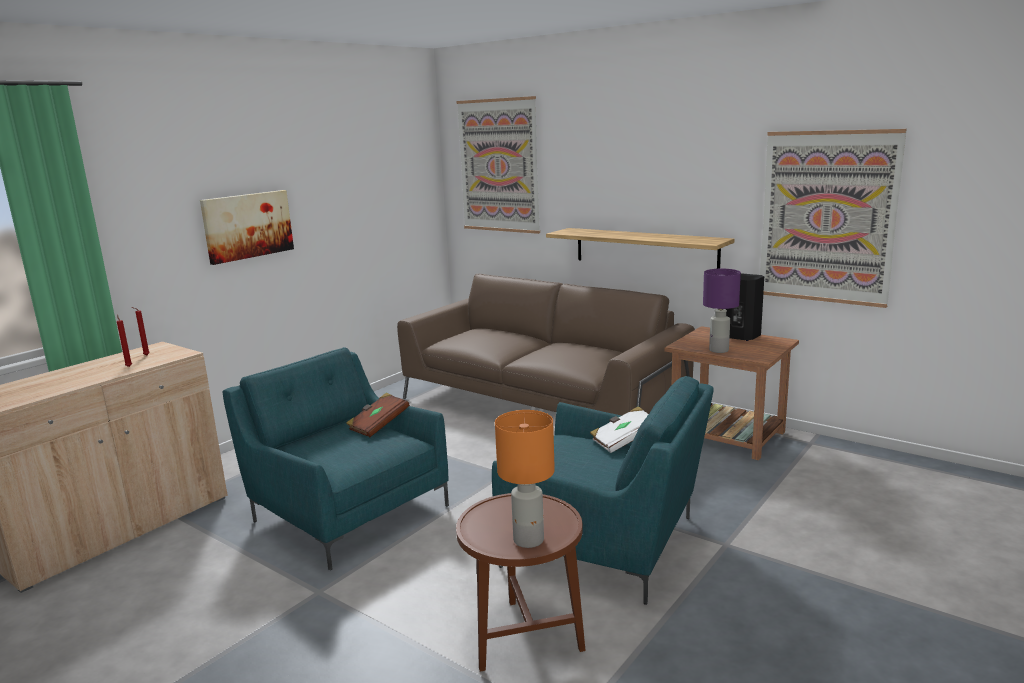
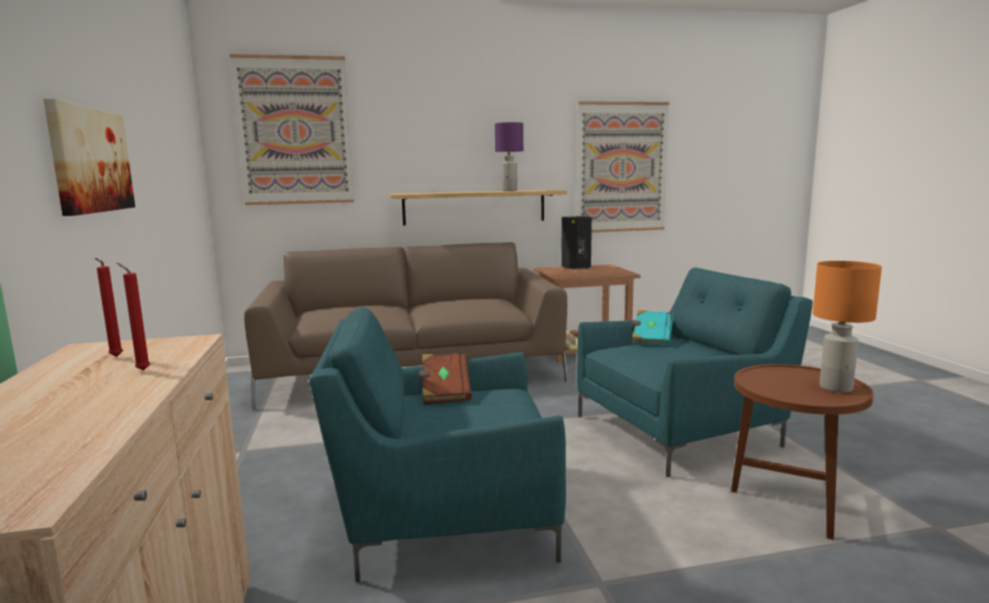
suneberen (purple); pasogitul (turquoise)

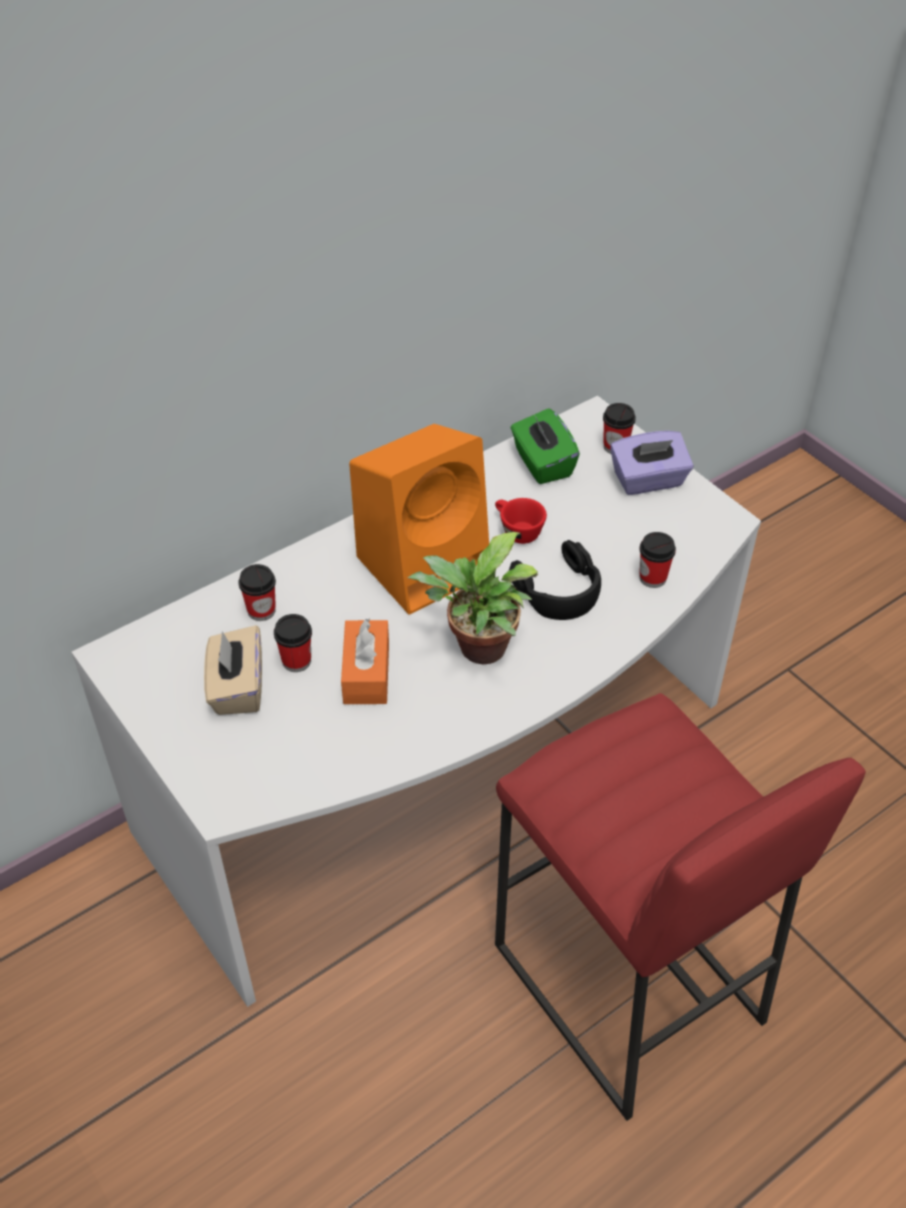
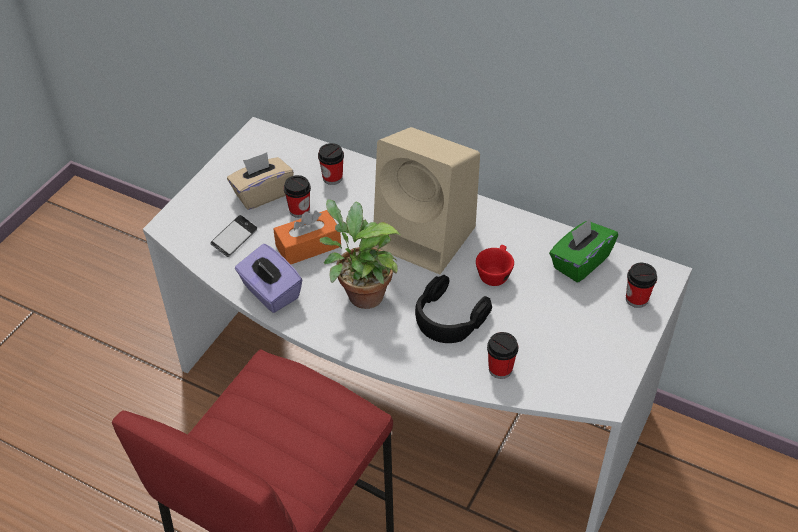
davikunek; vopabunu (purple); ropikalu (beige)

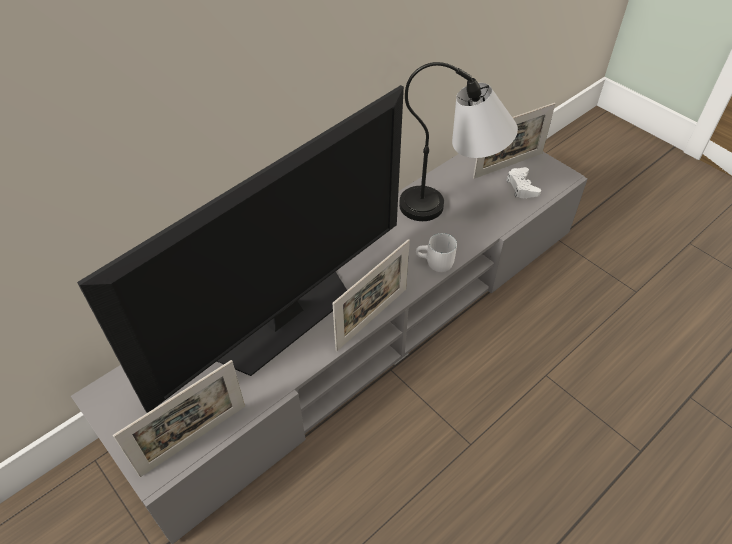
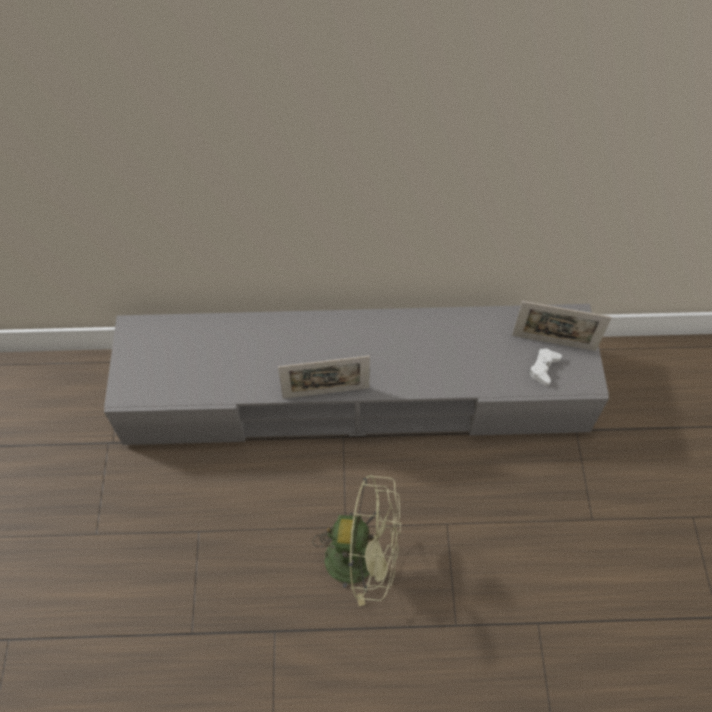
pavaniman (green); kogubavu; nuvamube (no. 1 from left in the first image); suneberen; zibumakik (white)

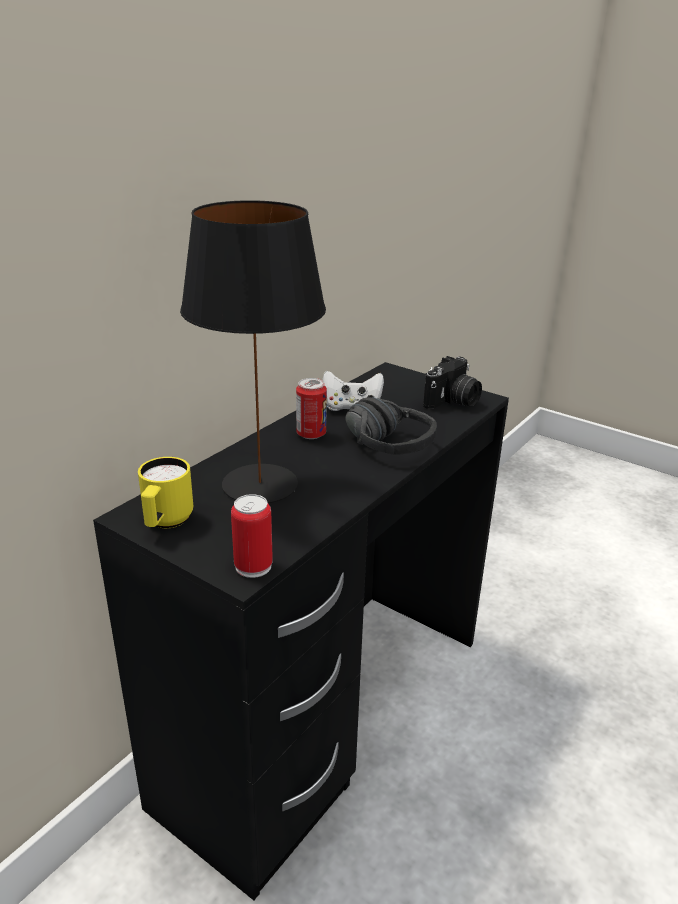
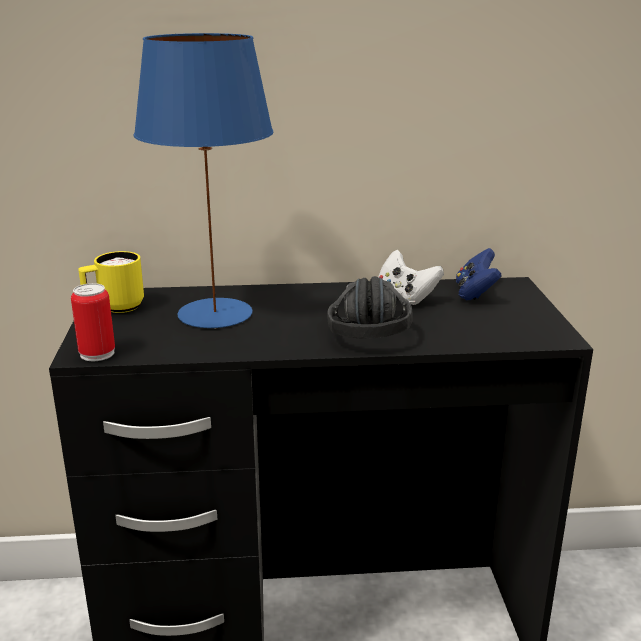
suneberen (blue); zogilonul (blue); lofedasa (no. 2 from left in the first image); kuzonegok

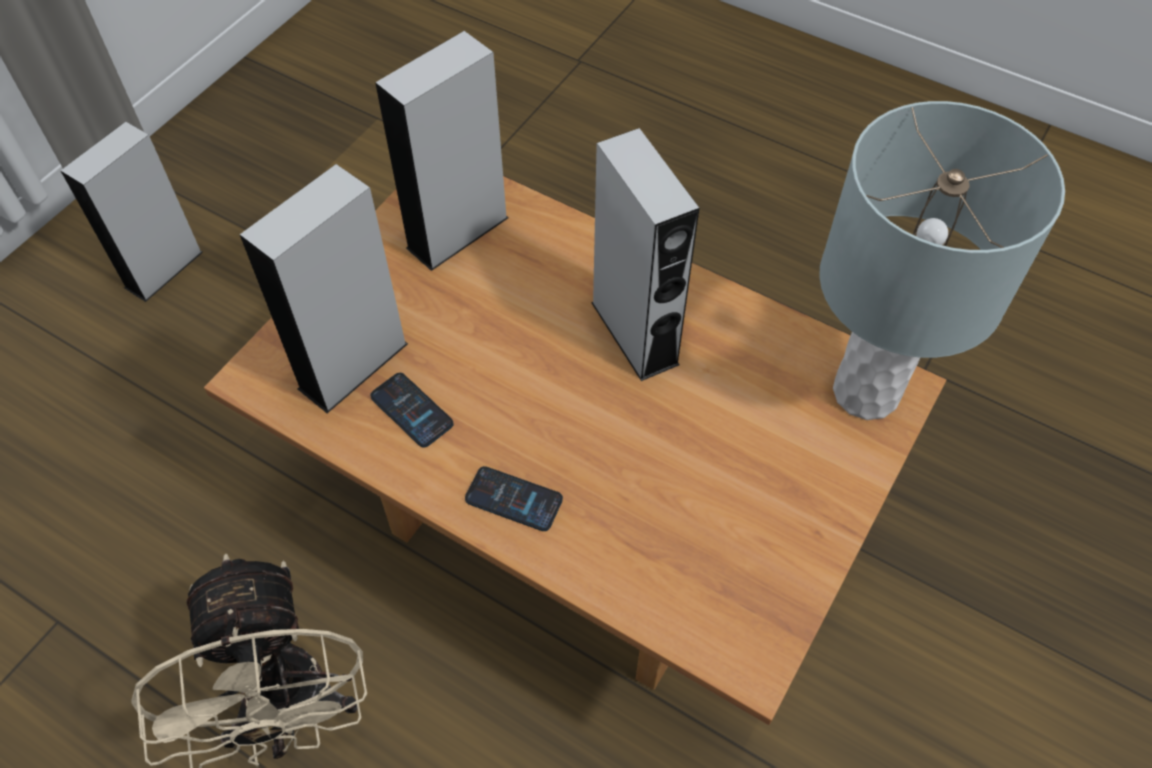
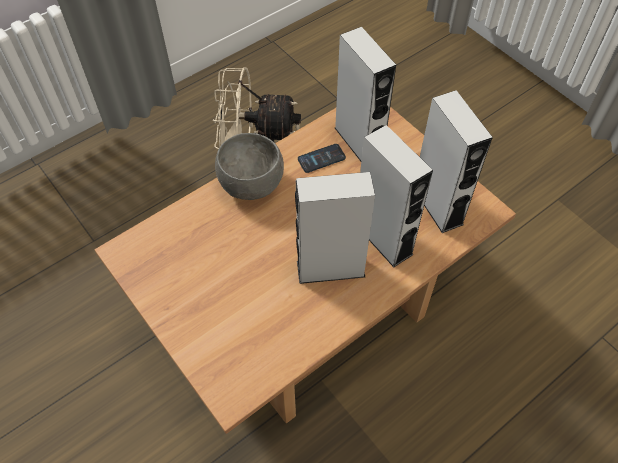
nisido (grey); ropikalu (grey) (no. 3 from left); suneberen (grey)

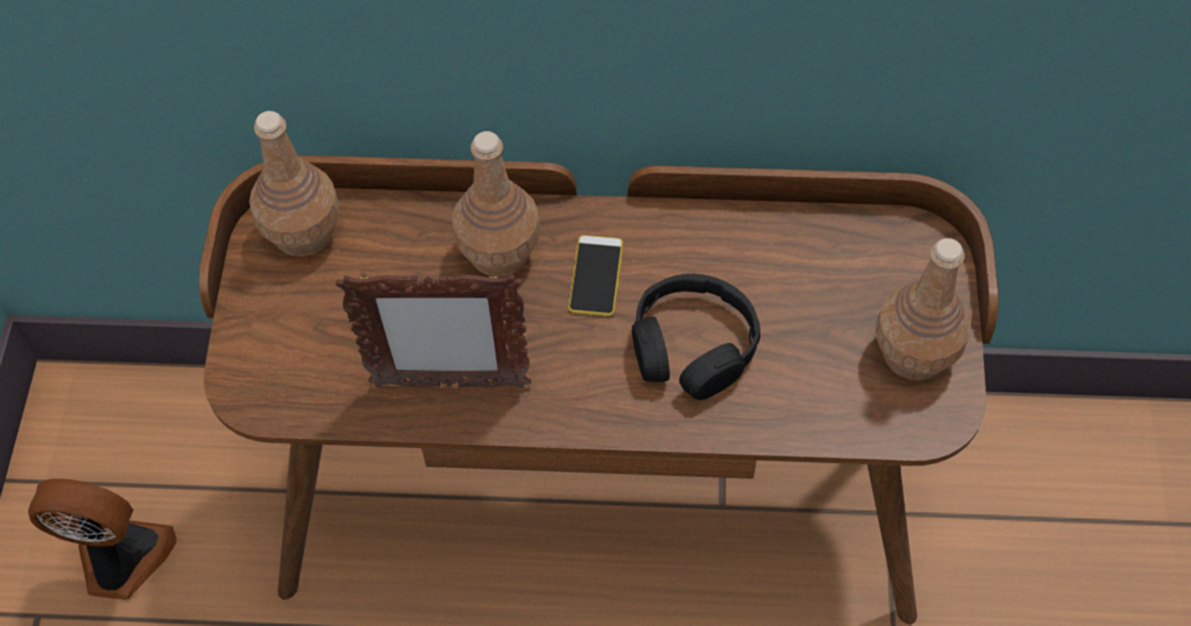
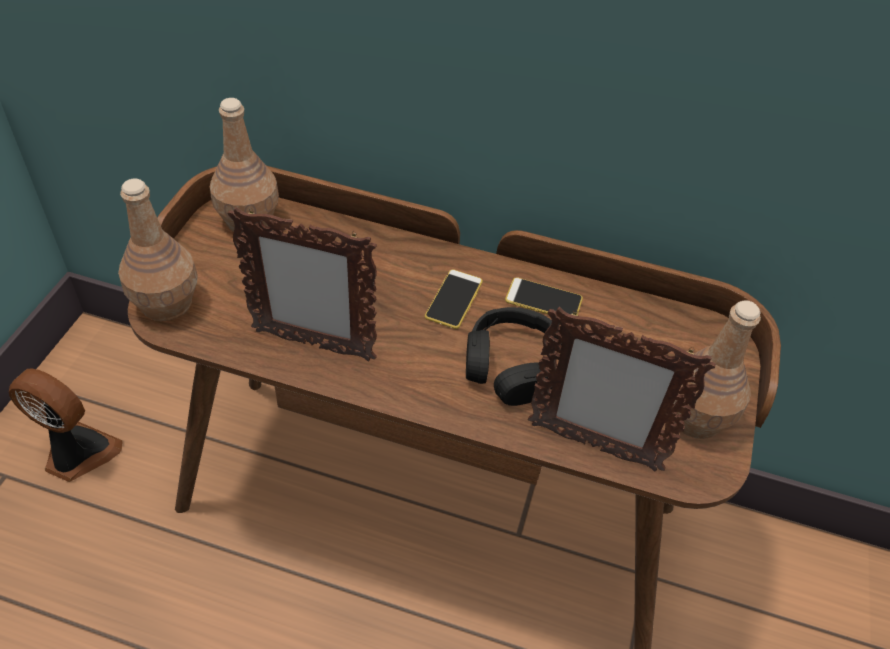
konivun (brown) (no. 1 from left); davikunek (no. 2 from left); nuvamube (no. 2 from left)

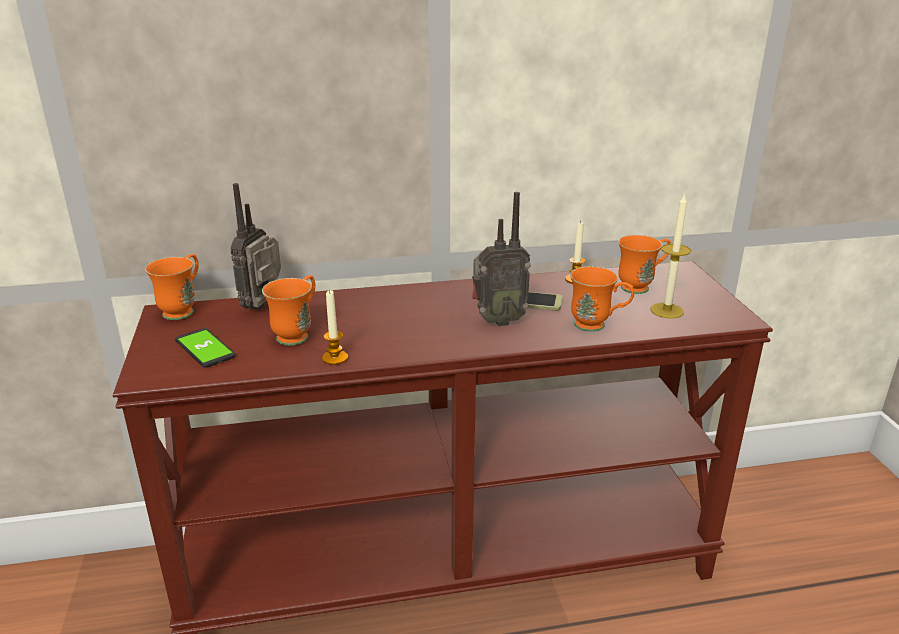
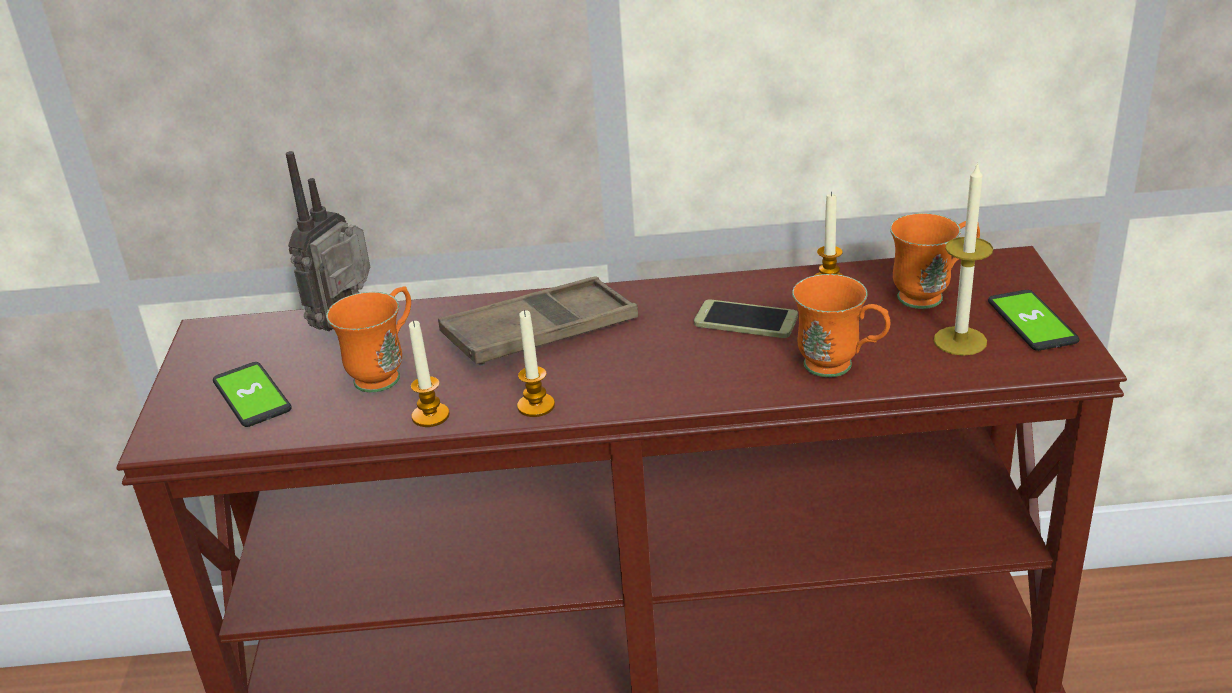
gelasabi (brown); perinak (no. 2 from left); davikunek (no. 3 from left); zibumakik (orange) (no. 1 from left in the first image); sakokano (no. 2 from left in the first image)

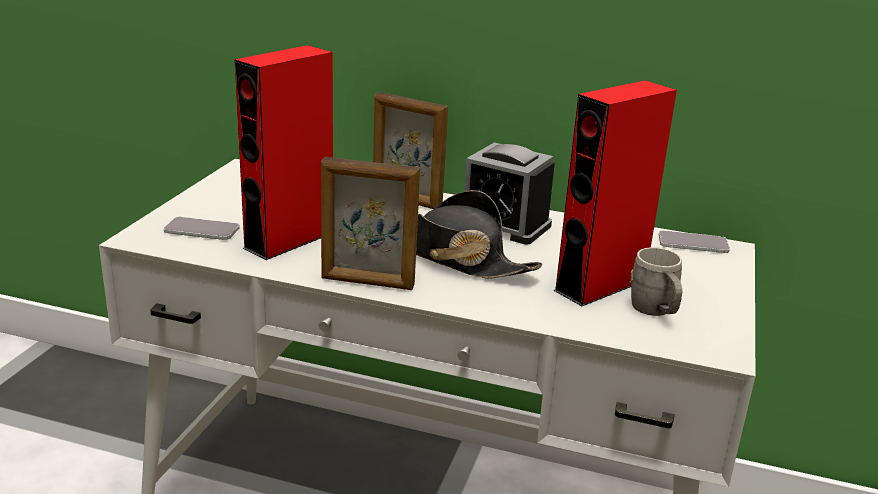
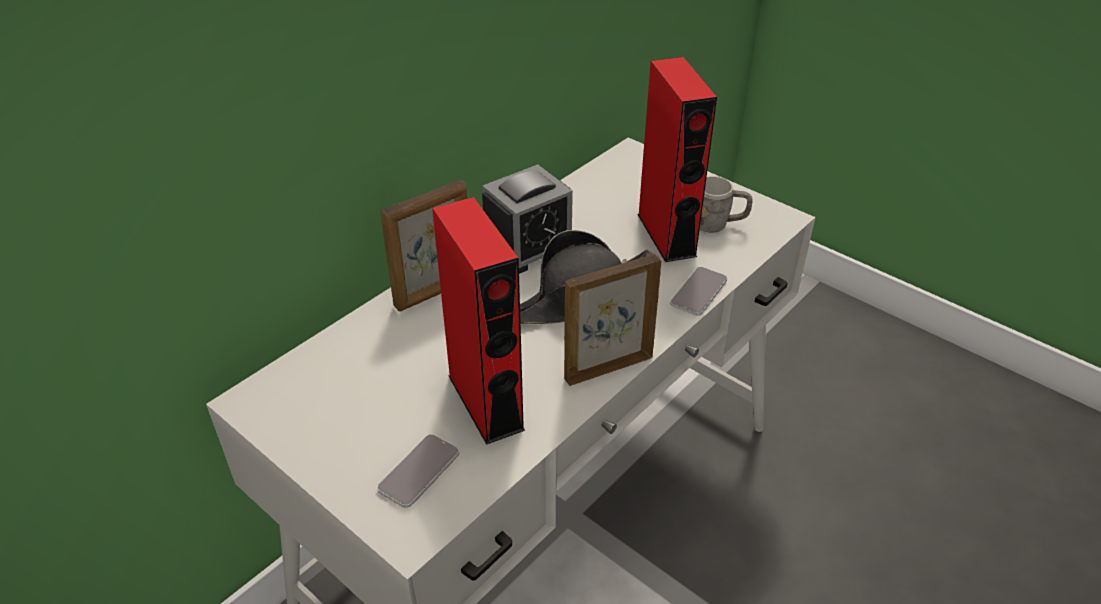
nuvamube (no. 2 from left); davikunek (no. 2 from left)

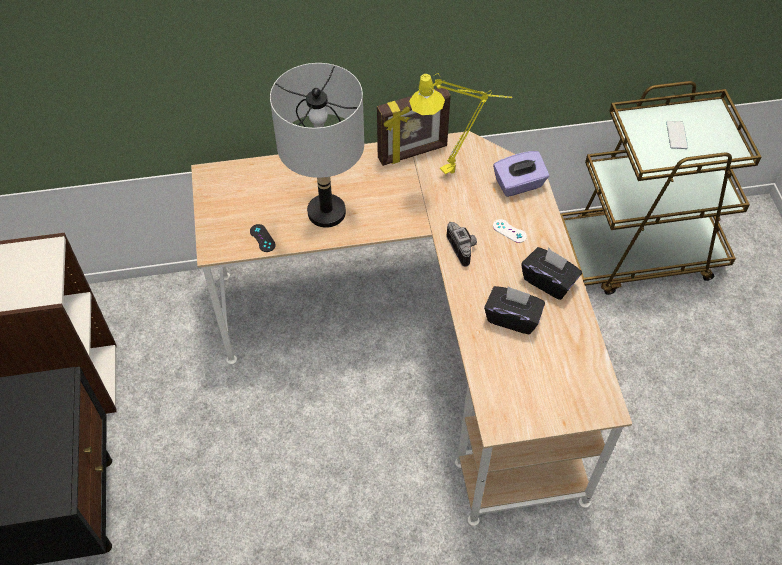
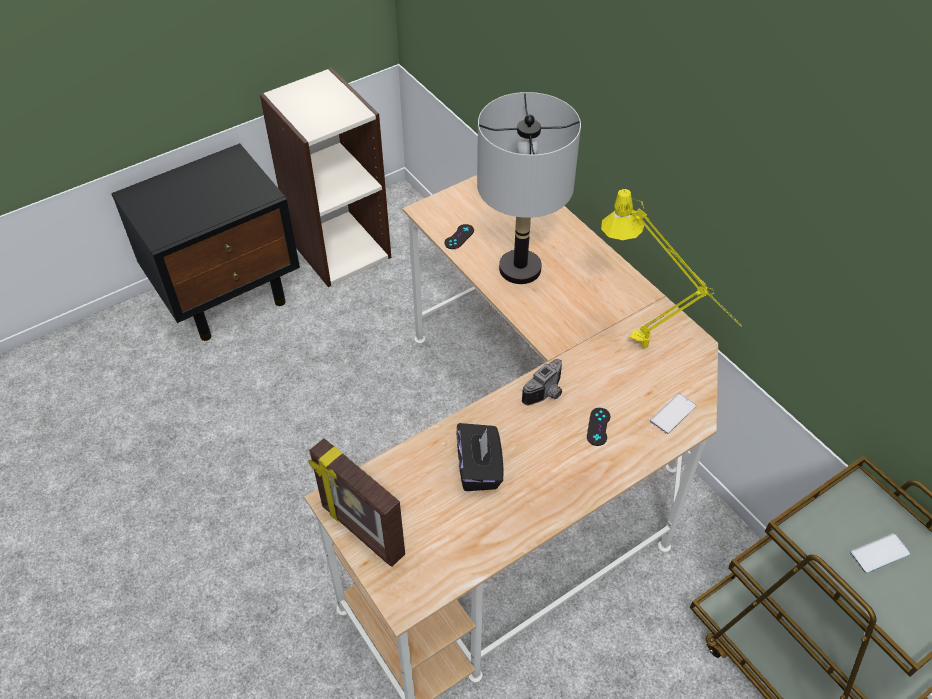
nuvamube; zogilonul (black) (no. 2 from left); davikunek (no. 1 from left); vopabunu (black) (no. 2 from left in the first image)

